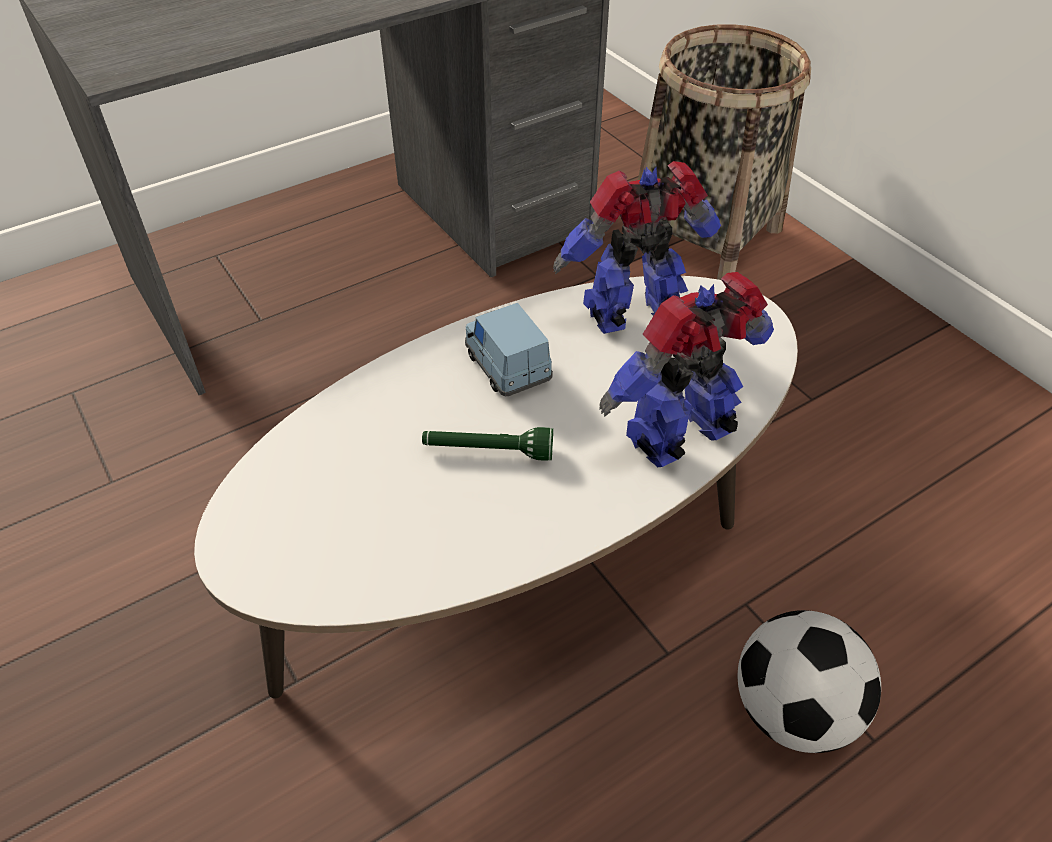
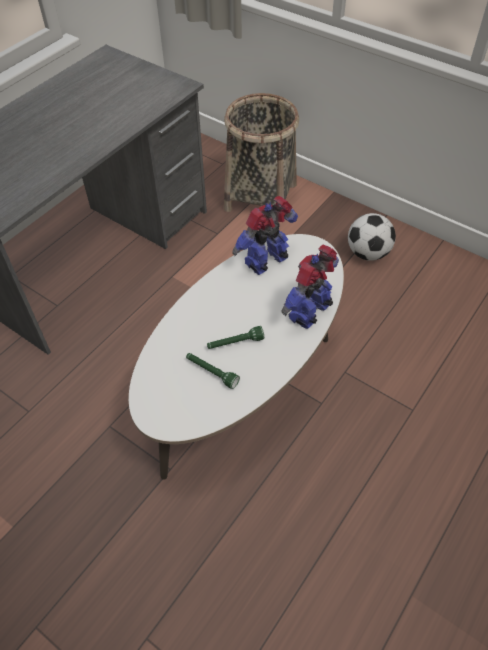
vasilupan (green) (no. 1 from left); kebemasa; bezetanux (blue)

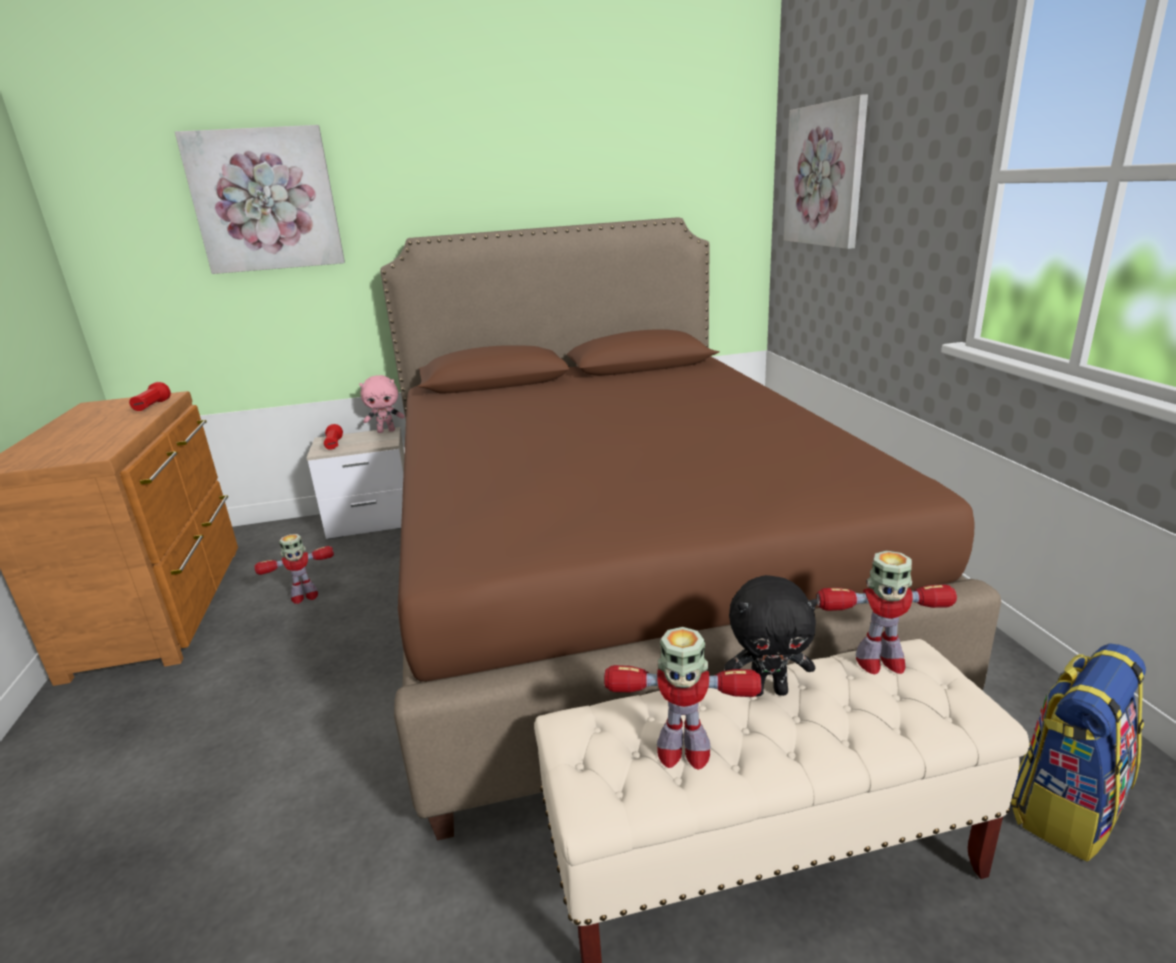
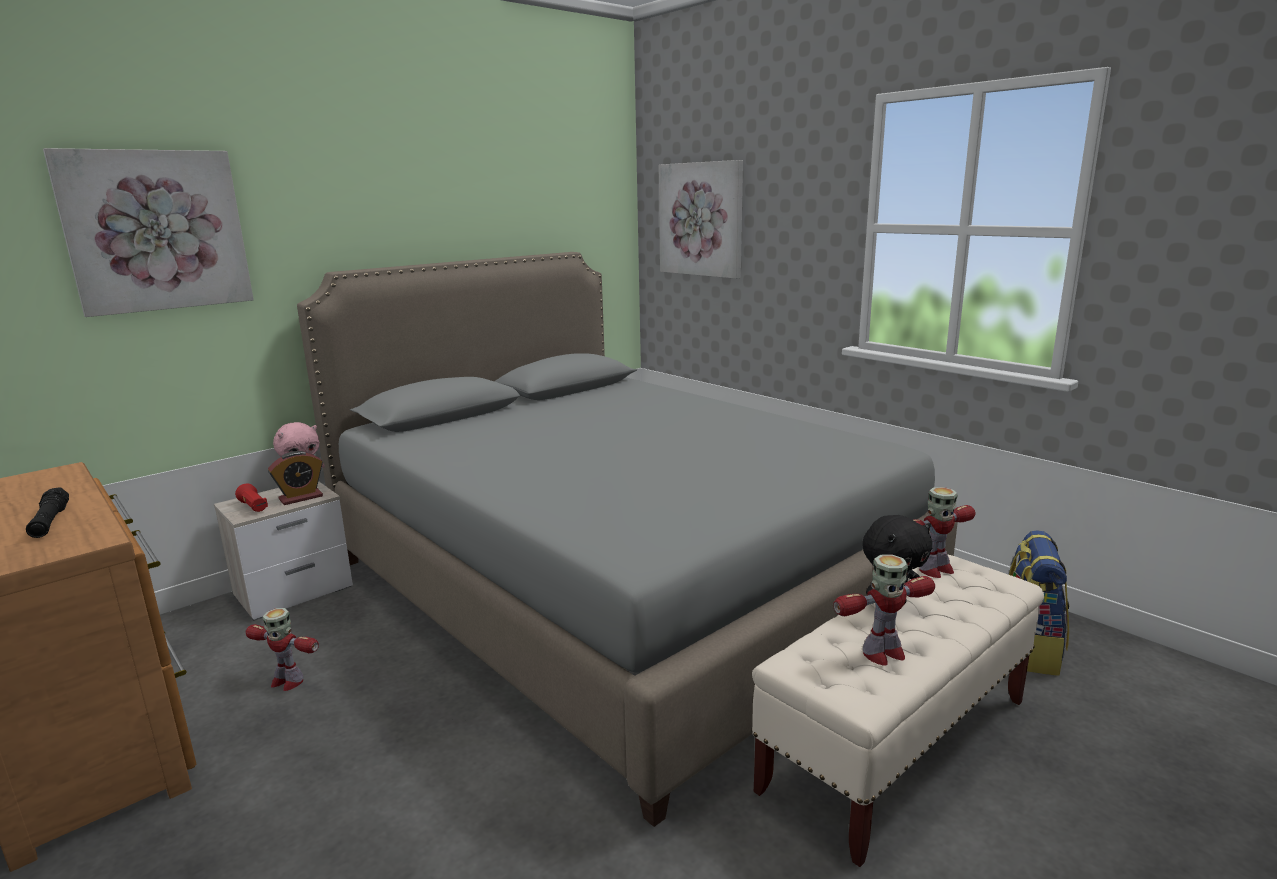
vasilupan (black); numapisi (no. 1 from left); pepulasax; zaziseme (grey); vasilupan (red) (no. 1 from left in the first image)

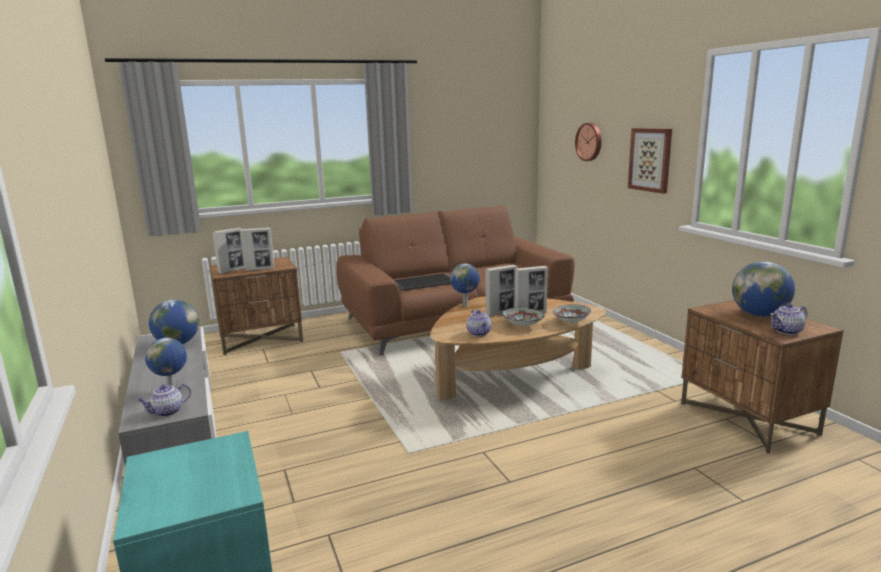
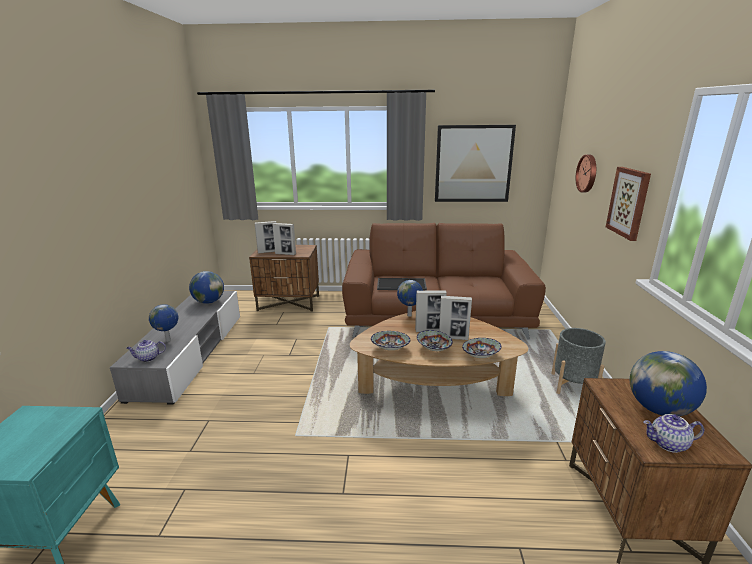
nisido (no. 1 from left); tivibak (no. 1 from left); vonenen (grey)

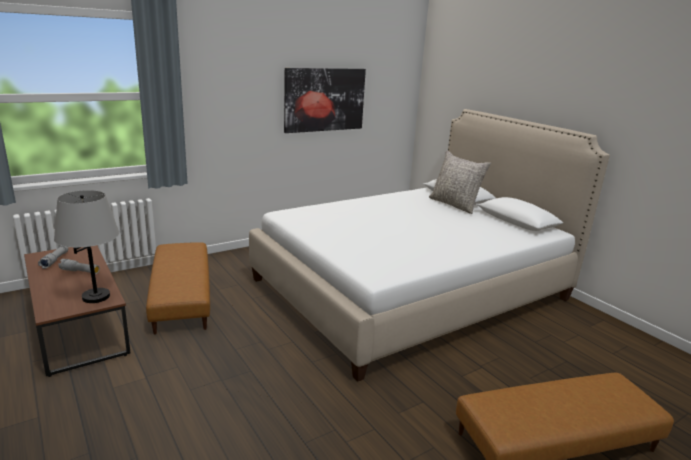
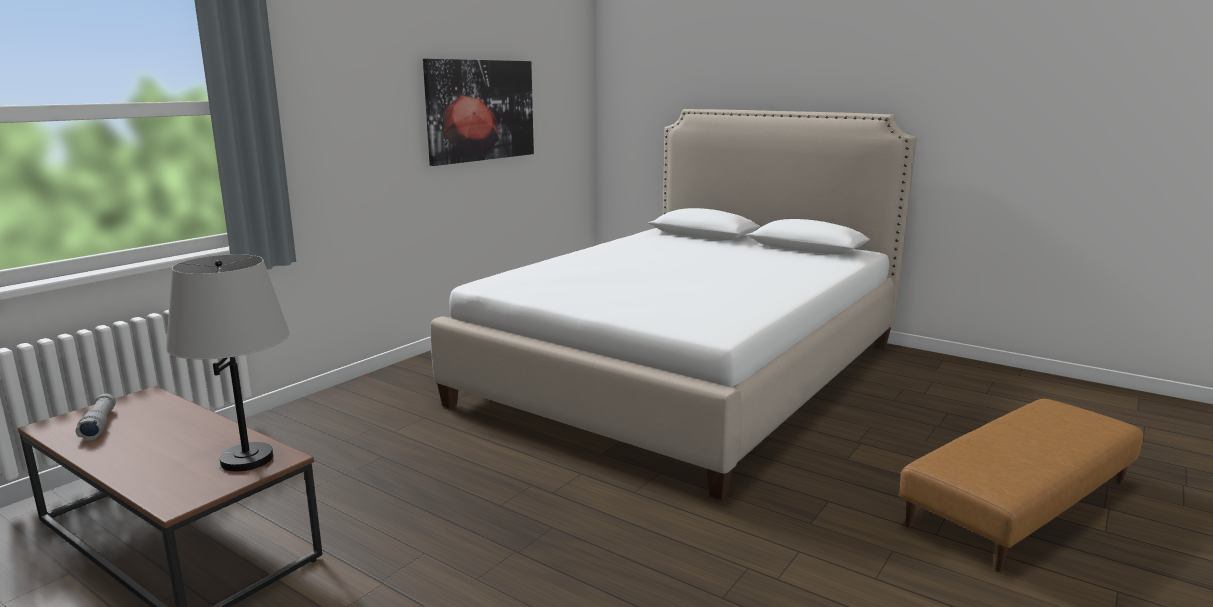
vasilupan (grey) (no. 2 from left in the first image); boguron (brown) (no. 1 from left in the first image); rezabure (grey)

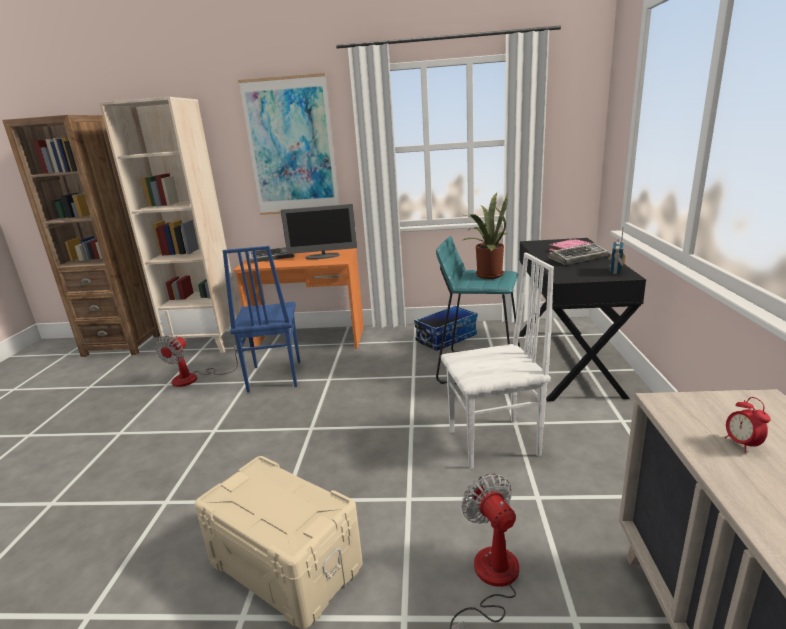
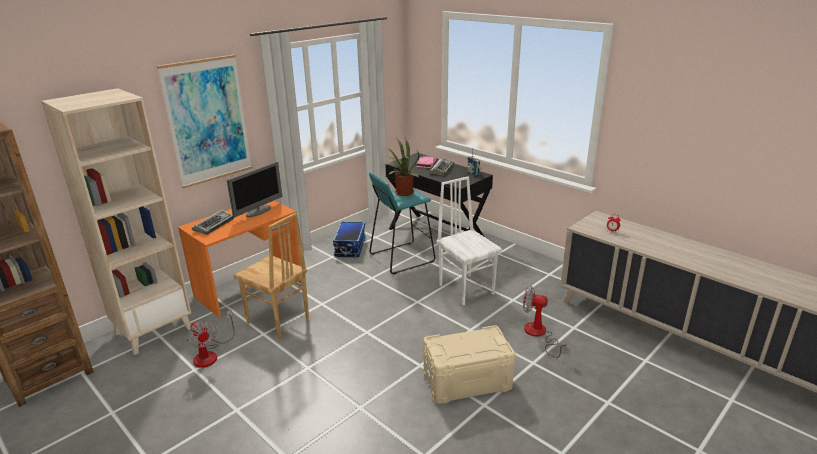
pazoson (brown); pazoson (white)

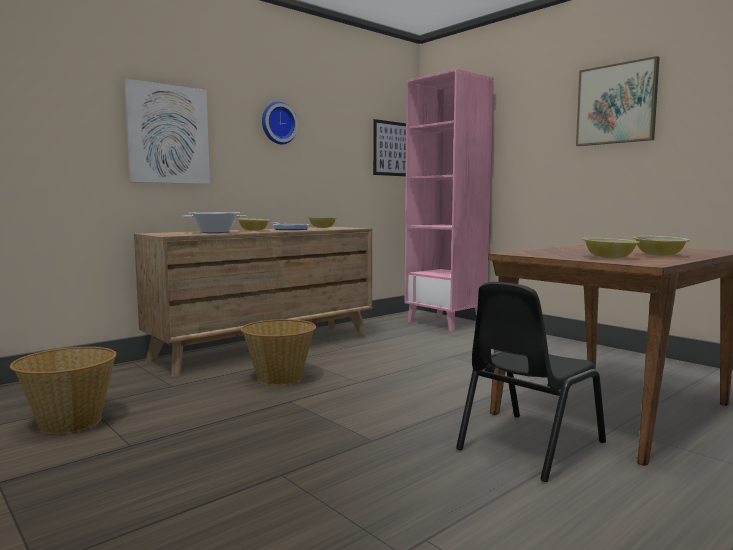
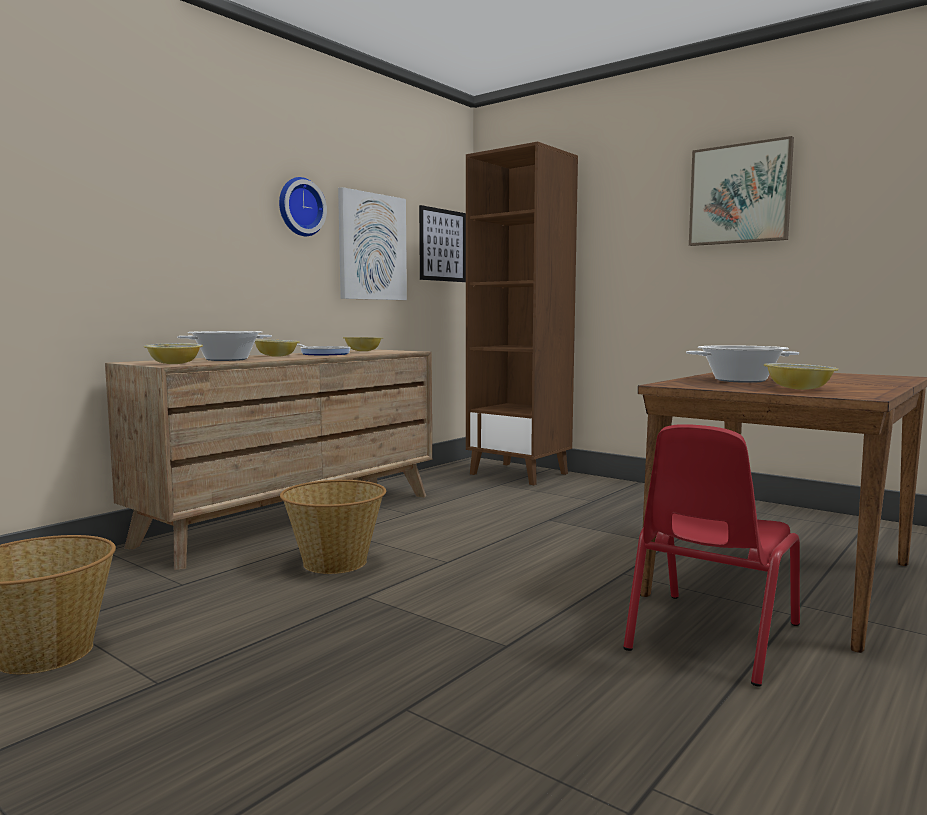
nisido (no. 1 from left); tivibak (no. 1 from left); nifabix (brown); pazoson (red); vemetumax (no. 2 from left)

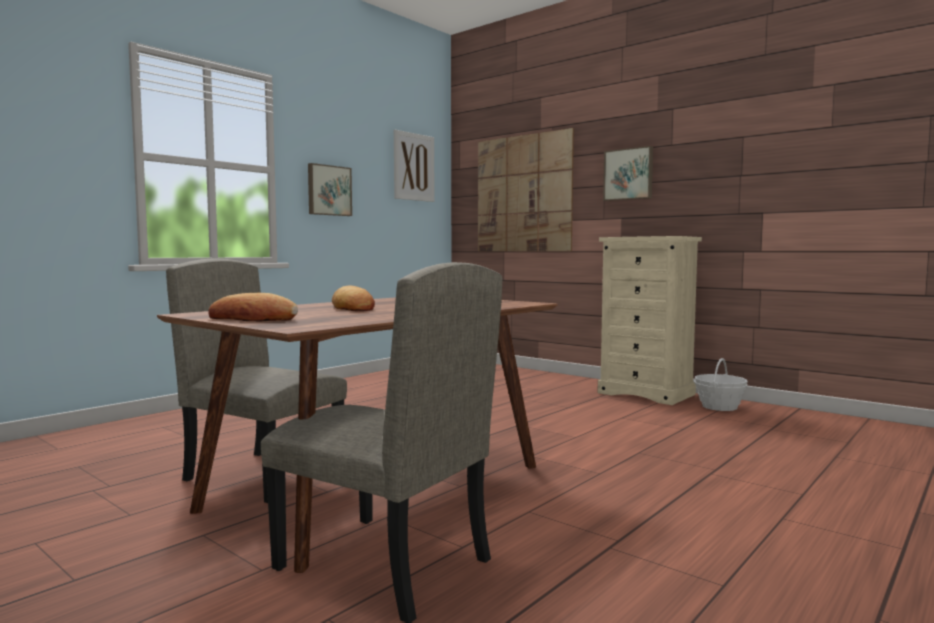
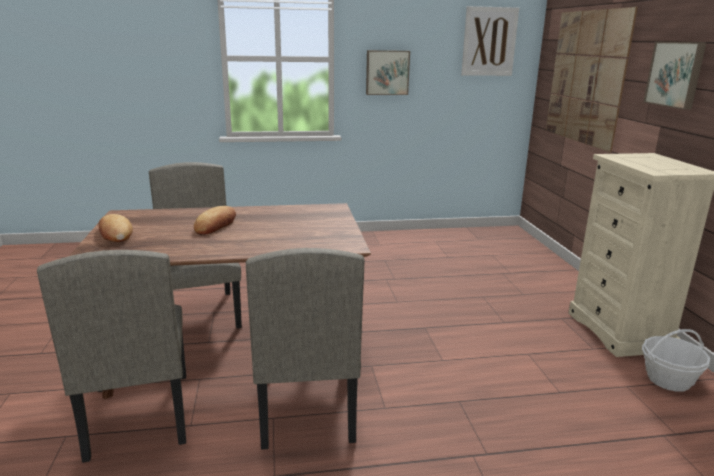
pazoson (beige) (no. 3 from left)

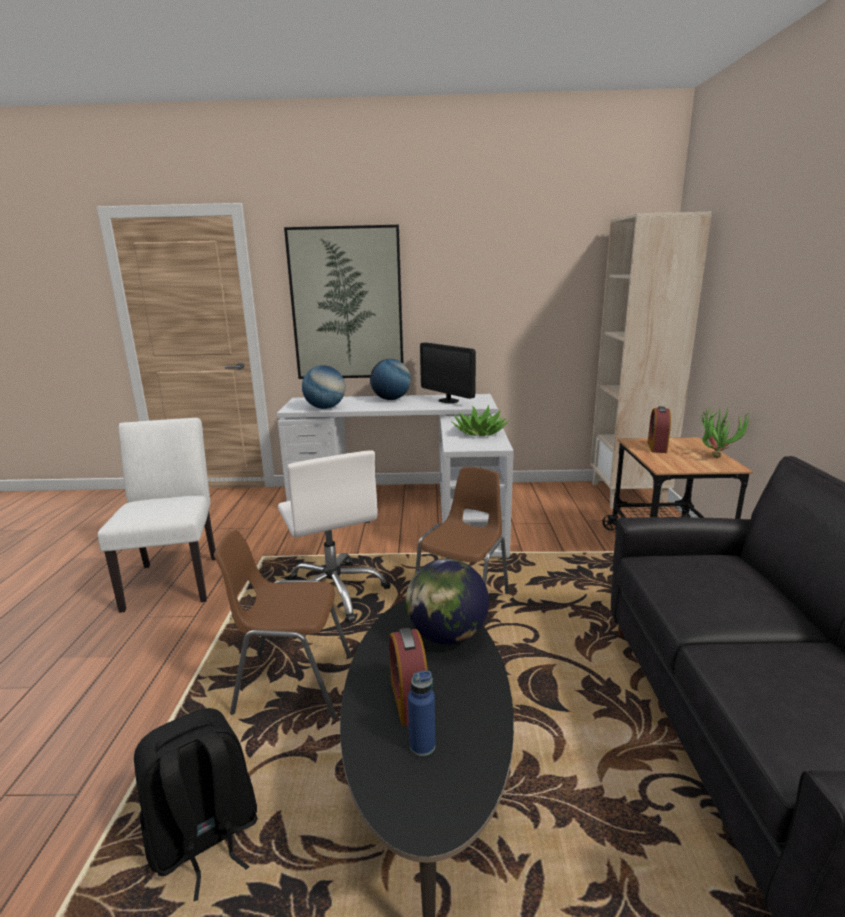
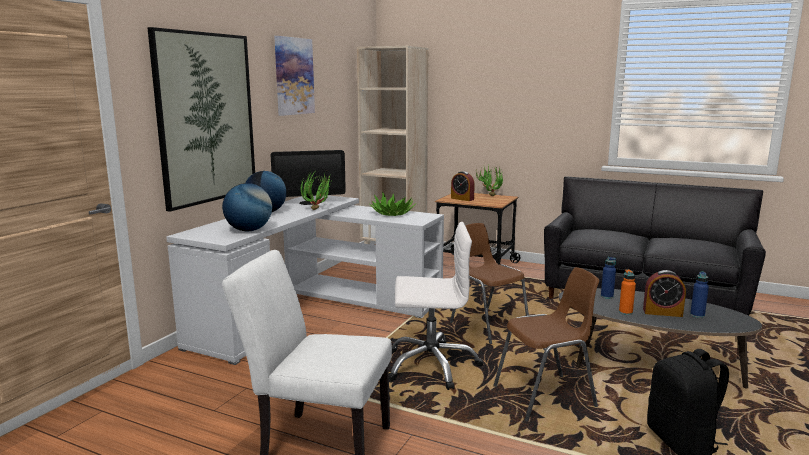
tivibak (no. 2 from left); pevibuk (no. 1 from left); pazoson (brown) (no. 2 from left); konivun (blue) (no. 1 from left); konivun (orange)

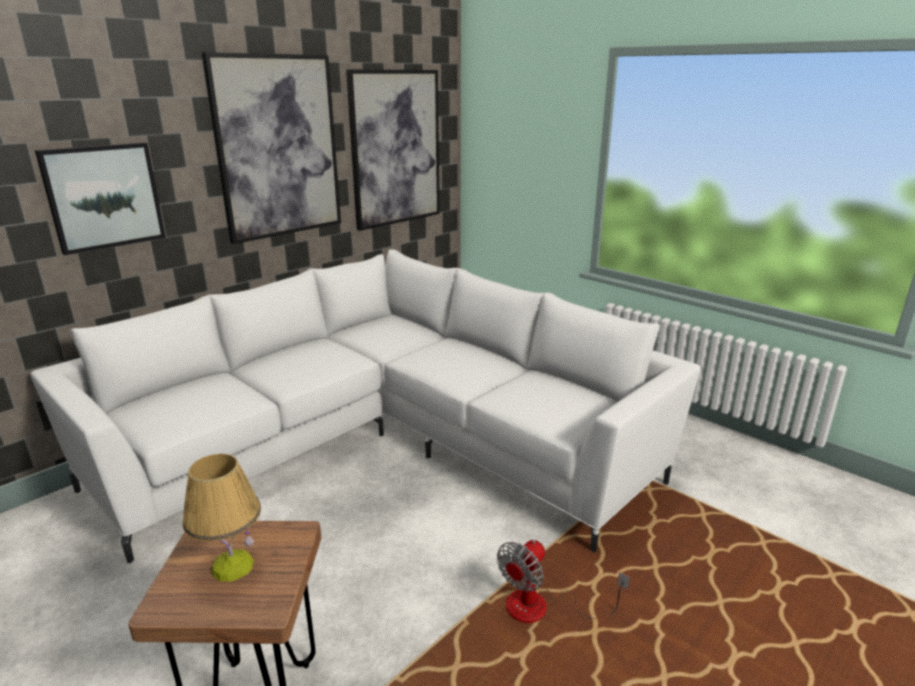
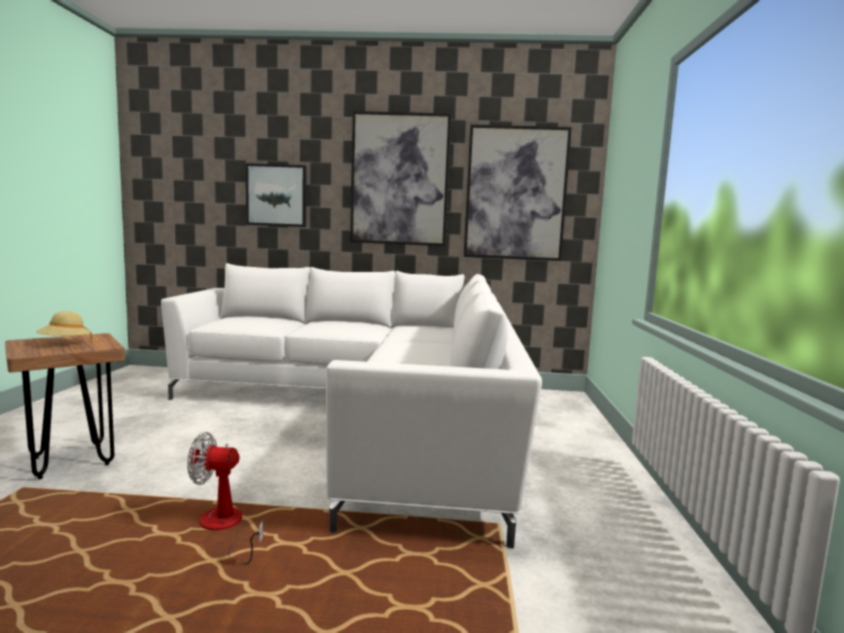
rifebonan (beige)

